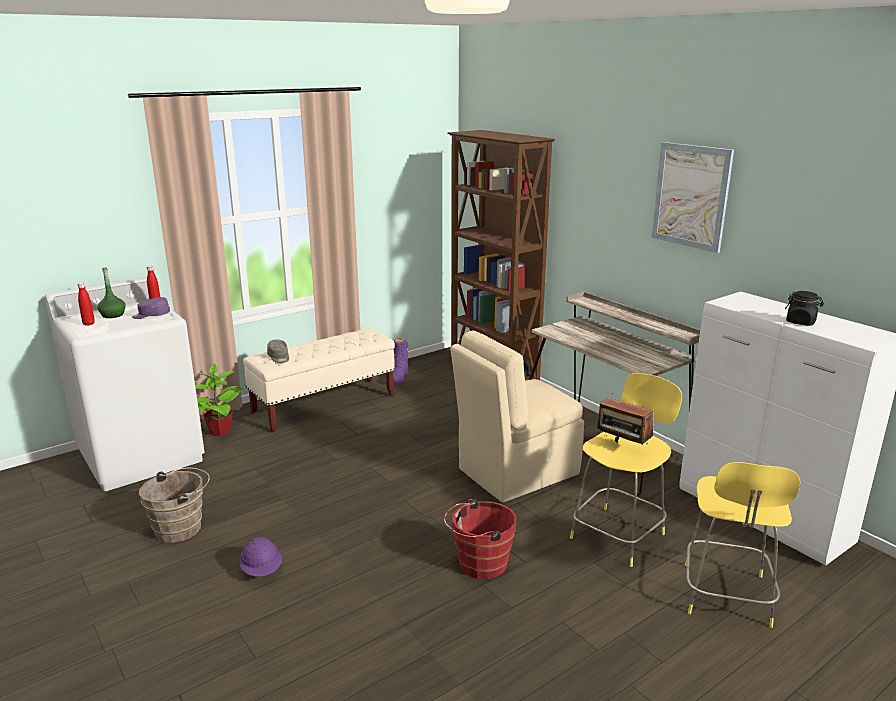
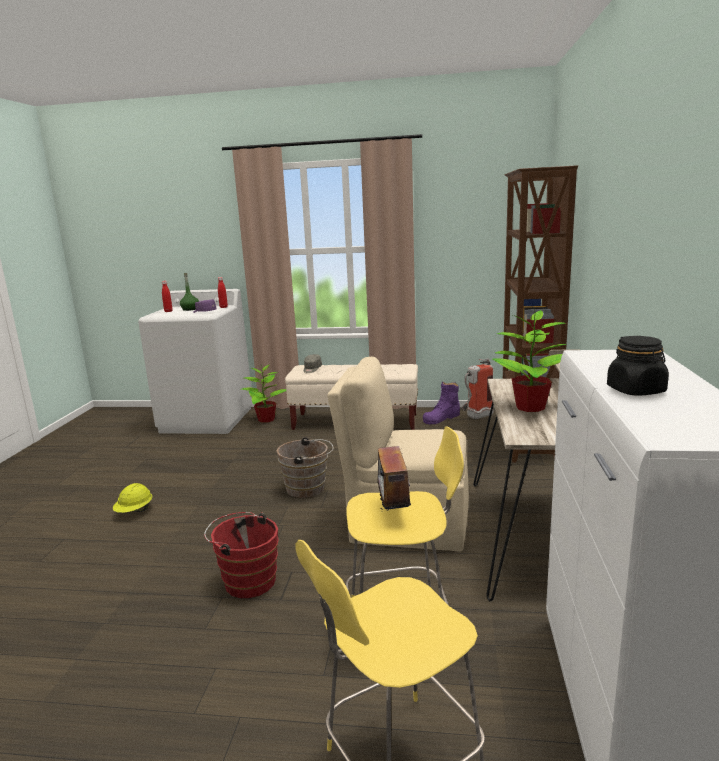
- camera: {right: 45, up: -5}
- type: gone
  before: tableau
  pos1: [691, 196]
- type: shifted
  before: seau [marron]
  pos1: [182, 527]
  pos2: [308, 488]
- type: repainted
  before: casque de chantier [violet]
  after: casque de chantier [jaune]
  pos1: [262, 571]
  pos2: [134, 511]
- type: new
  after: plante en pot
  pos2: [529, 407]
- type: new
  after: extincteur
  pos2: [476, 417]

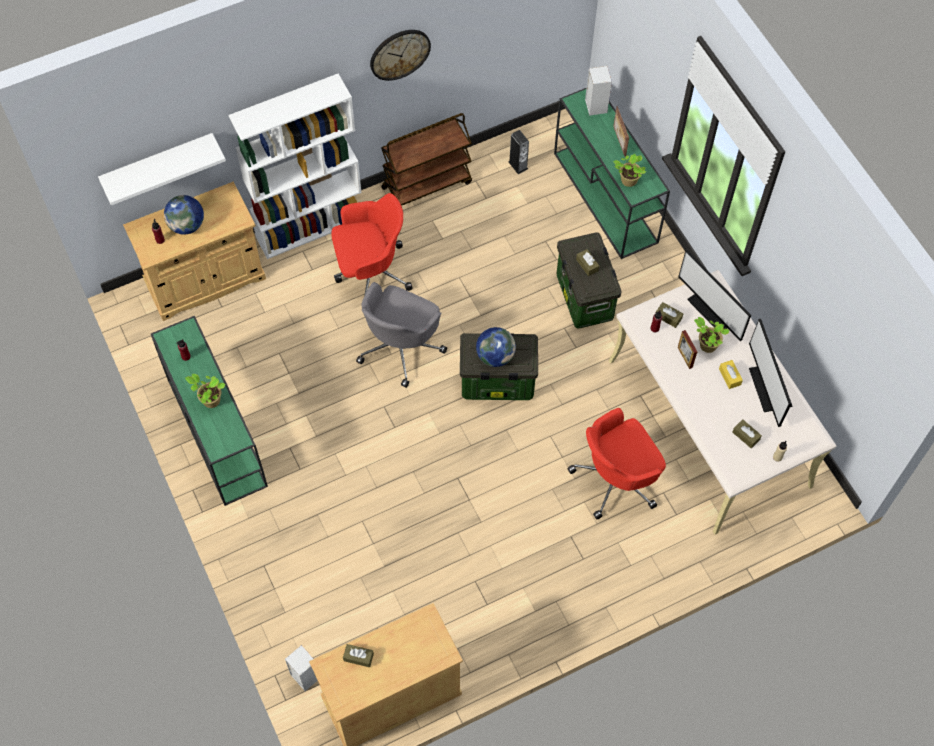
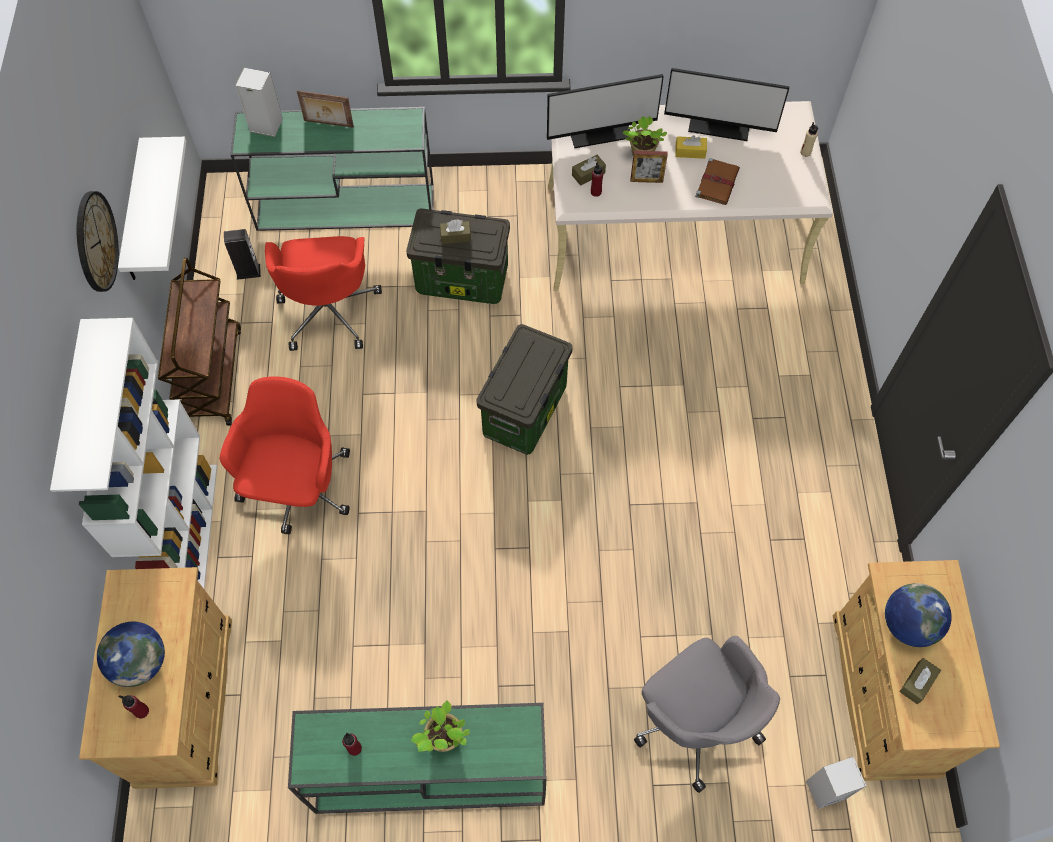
- camera: {right: -65, up: 0}
- type: shifted
  before: étagère [blanc]
  pos1: [158, 163]
  pos2: [135, 214]
- type: gone
  before: plante en pot
  pos1: [627, 181]
- type: shifted
  before: chaise de bureau [gris]
  pos1: [401, 347]
  pos2: [695, 719]
- type: shifted
  before: globe
  pos1: [495, 356]
  pos2: [908, 624]
- type: shifted
  before: chaise de bureau [rouge]
  pos1: [616, 479]
  pos2: [329, 310]
- type: gone
  before: boîte à mouchoirs [marron]
  pos1: [746, 436]
- type: new
  after: livre [marron]
  pos2: [717, 182]

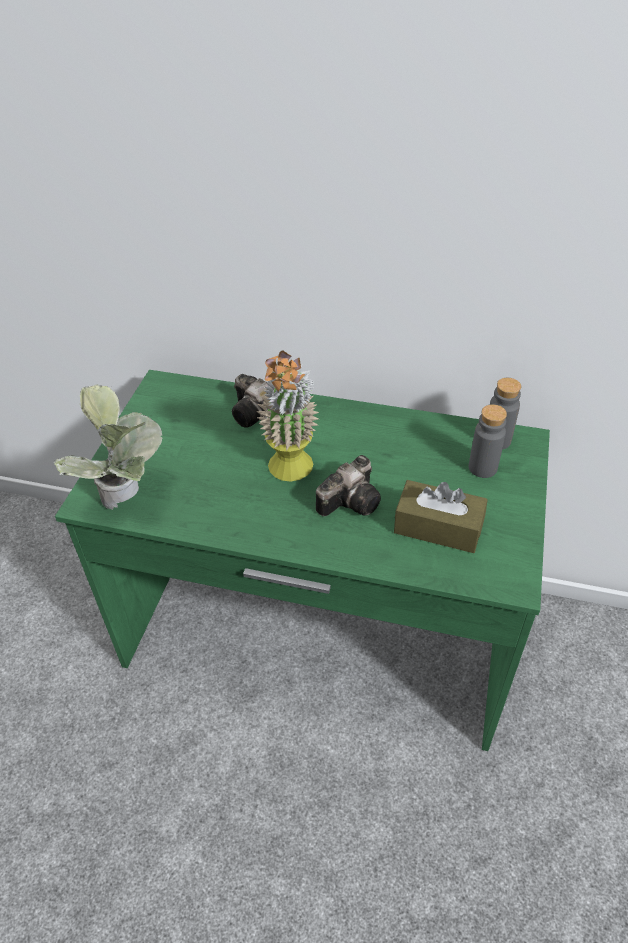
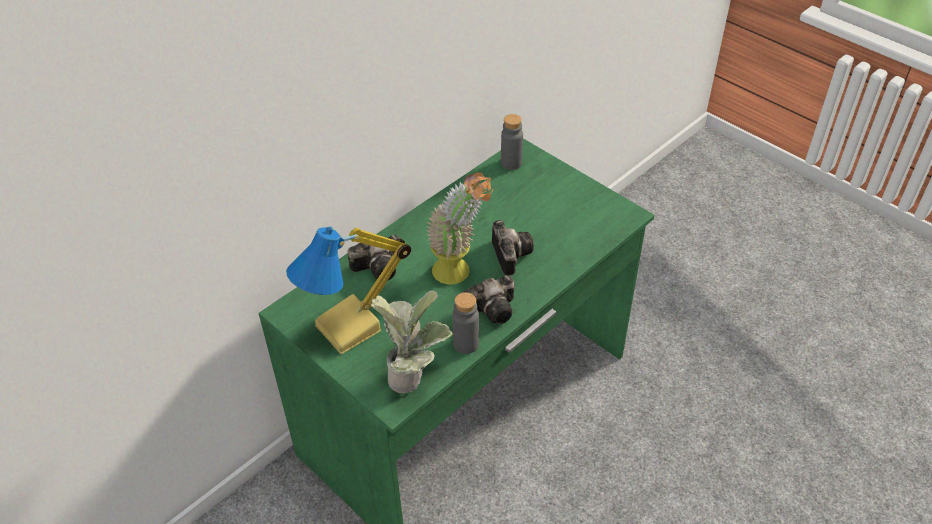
- camera: {right: -60, up: 0}
- type: shifted
  before: bouteille [gris]
  pos1: [482, 467]
  pos2: [466, 344]
- type: gone
  before: boîte à mouchoirs [marron]
  pos1: [438, 527]
- type: new
  after: lampe de table
  pos2: [350, 329]
- type: new
  after: appareil photo
  pos2: [493, 309]

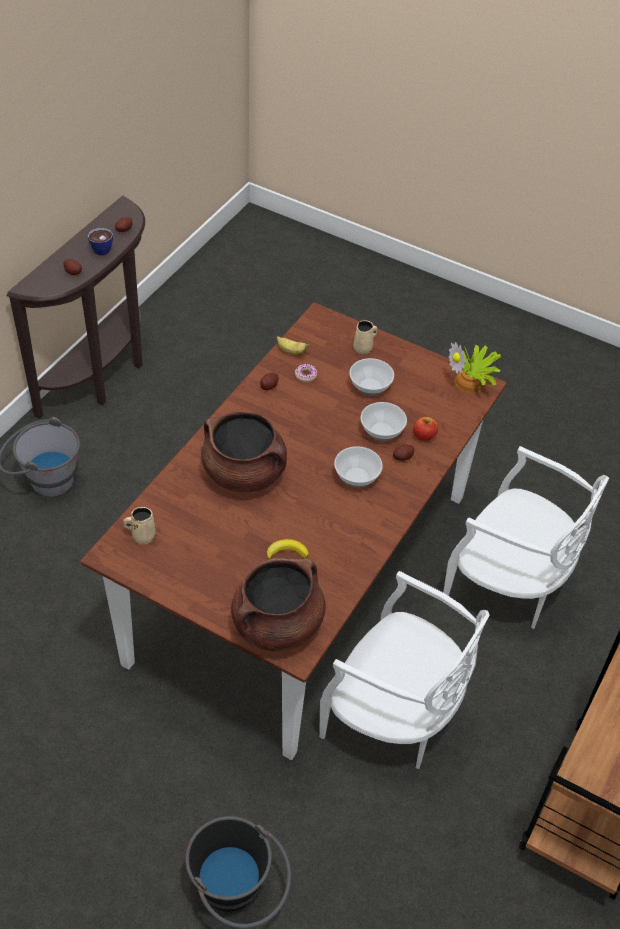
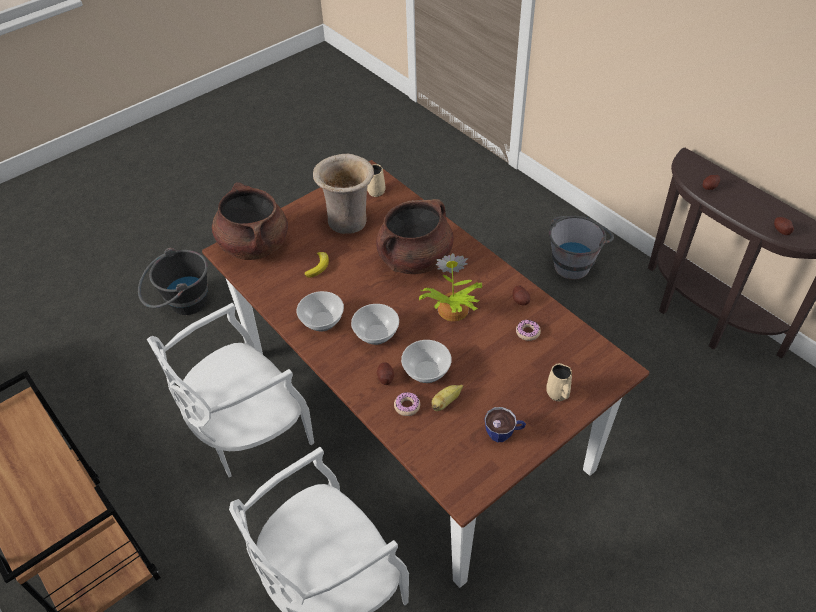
- camera: {right: 115, up: 0}
- type: shifted
  before: tasse
  pos1: [100, 248]
  pos2: [504, 433]
- type: shifted
  before: banane
  pos1: [291, 352]
  pos2: [446, 402]
- type: shifted
  before: plante en pot
  pos1: [471, 383]
  pos2: [452, 310]
- type: shifted
  before: bol
  pos1: [370, 386]
  pos2: [323, 321]
- type: swapped
  before: pomme
  after: beignet
  pos1: [424, 436]
  pos2: [407, 406]
- type: new
  after: vase [beige]
  pos2: [349, 220]

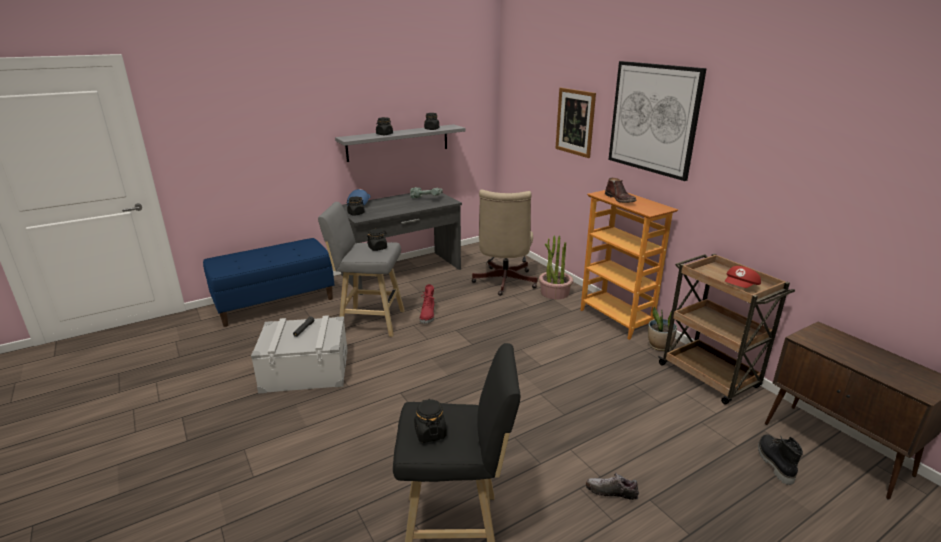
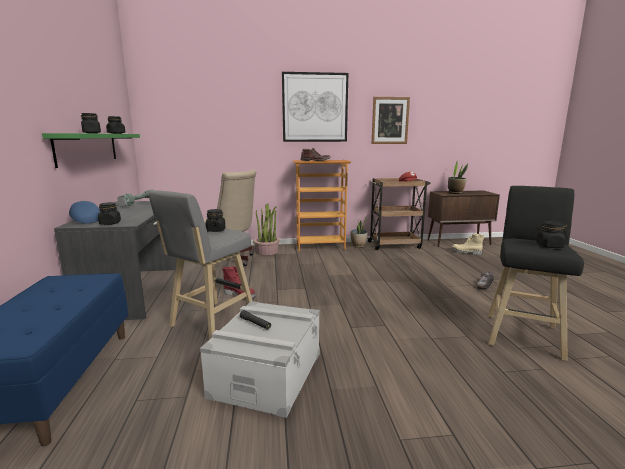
- camera: {right: -65, up: -10}
- type: shifted
  before: tableau
  pos1: [575, 122]
  pos2: [390, 120]
- type: repainted
  before: étagère [gris]
  after: étagère [vert]
  pos1: [398, 142]
  pos2: [88, 148]
- type: repainted
  before: botte [noir]
  after: botte [beige]
  pos1: [774, 463]
  pos2: [466, 252]
- type: new
  after: plante en pot
  pos2: [455, 193]

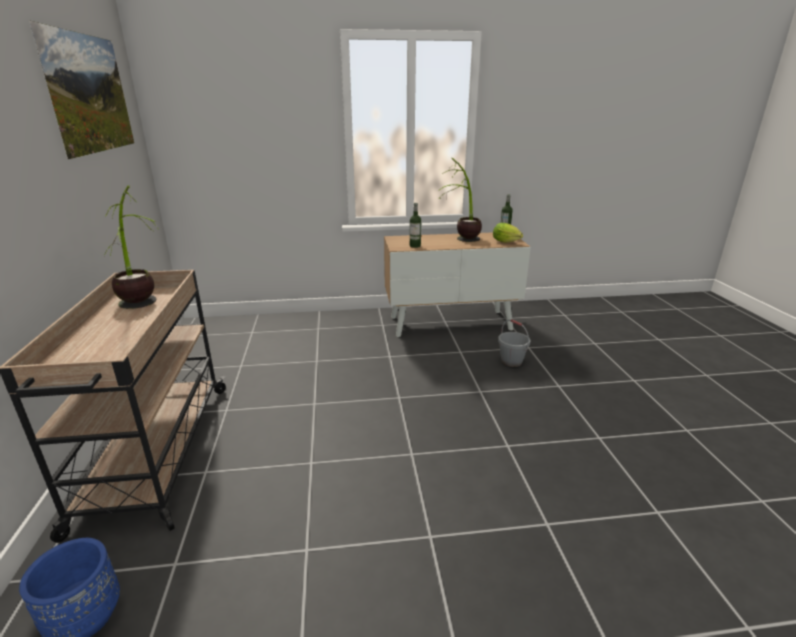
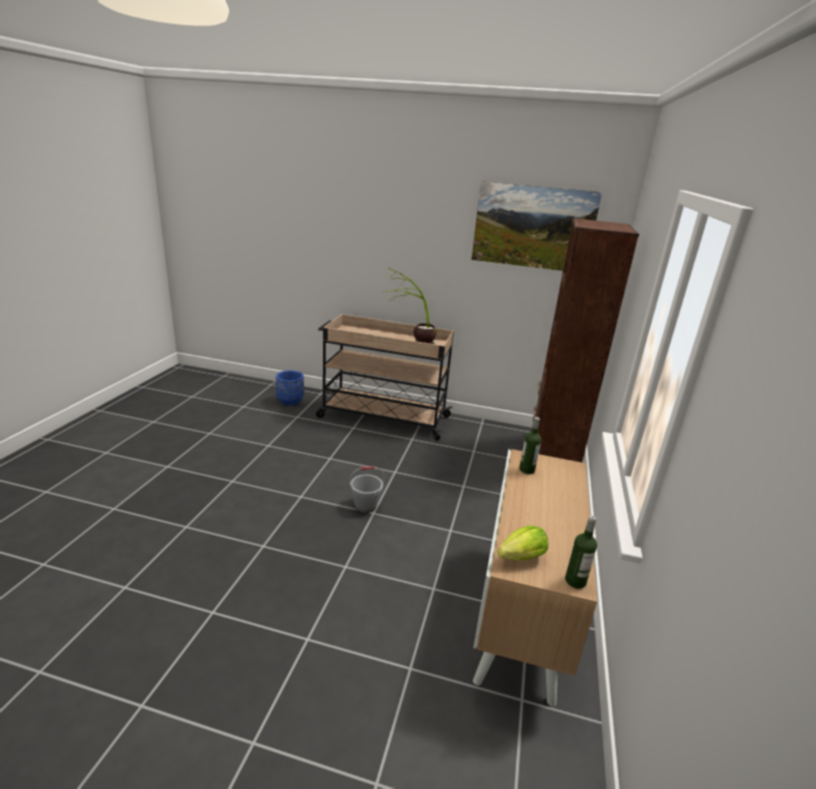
- camera: {right: 110, up: 0}
- type: gone
  before: plante en pot
  pos1: [461, 242]
- type: shifted
  before: seau [gris]
  pos1: [511, 361]
  pos2: [365, 506]
- type: new
  after: bibliothèque [marron]
  pos2: [552, 454]

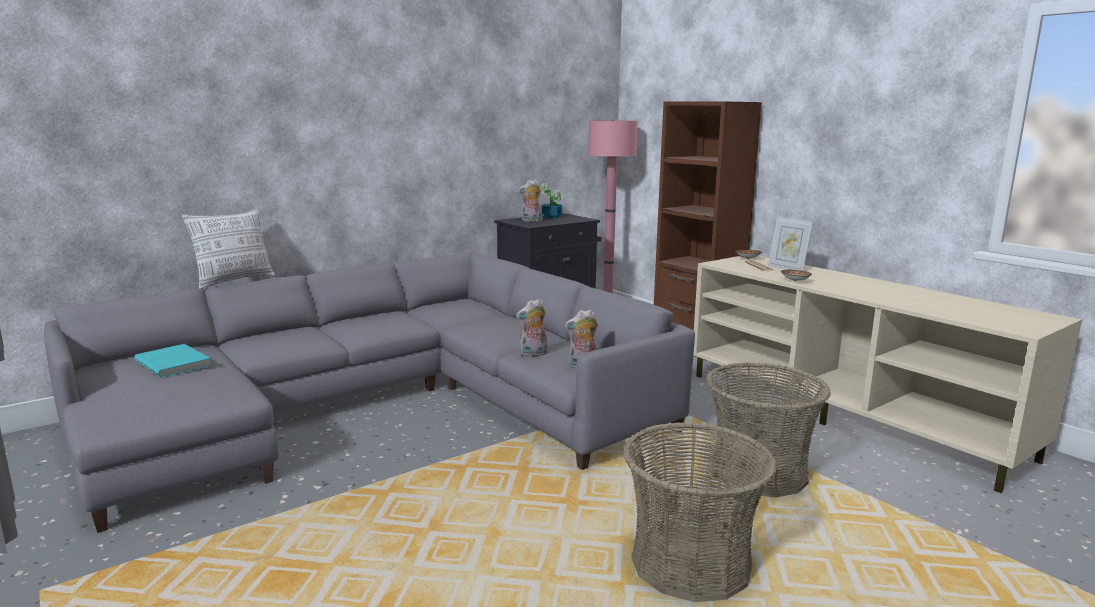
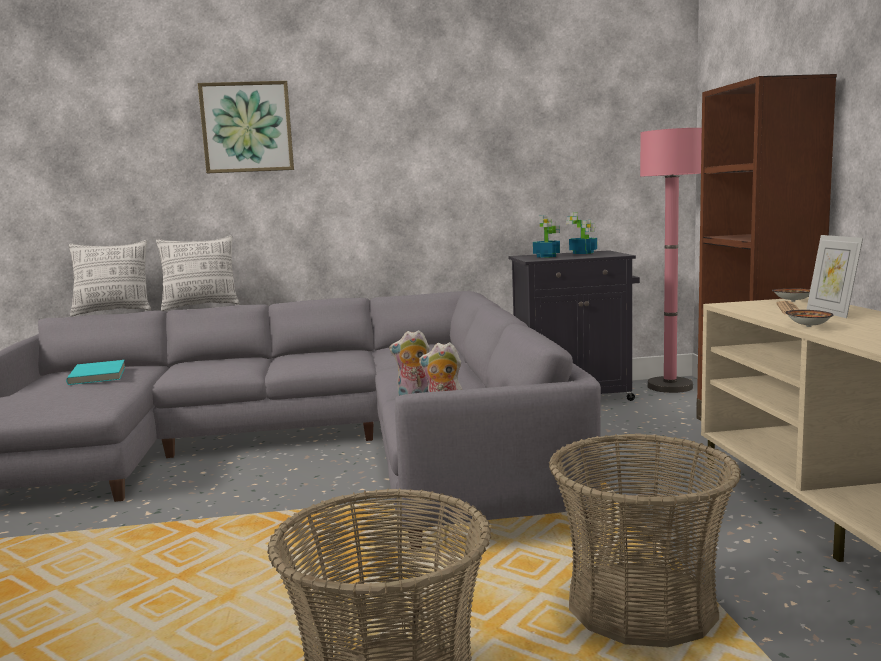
- camera: {right: 30, up: -5}
- type: swapped
  before: peluche
  after: plante en pot
  pos1: [531, 221]
  pos2: [547, 256]
- type: new
  after: tableau
  pos2: [247, 127]
- type: new
  after: coussin
  pos2: [113, 312]

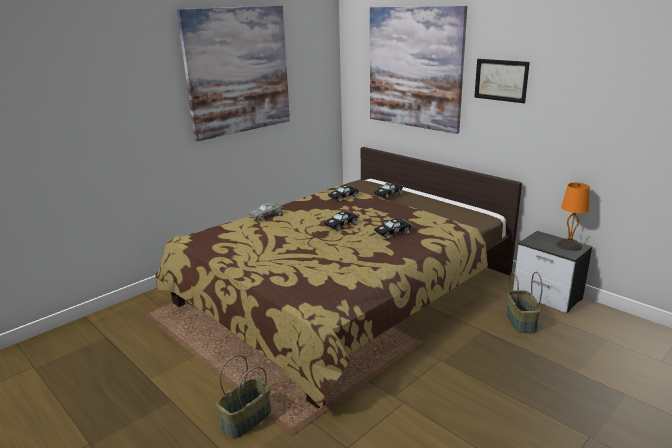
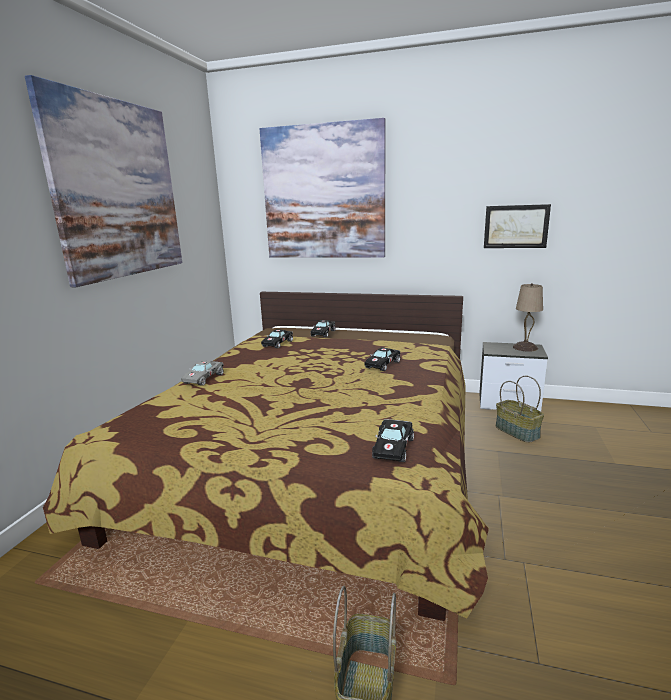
- camera: {right: -30, up: -5}
- type: shifted
  before: tableau
  pos1: [501, 80]
  pos2: [516, 226]
- type: repainted
  before: lampe de table [orange]
  after: lampe de table [beige]
  pos1: [568, 245]
  pos2: [525, 347]
- type: shifted
  before: petite voiture [noir]
  pos1: [342, 225]
  pos2: [393, 447]

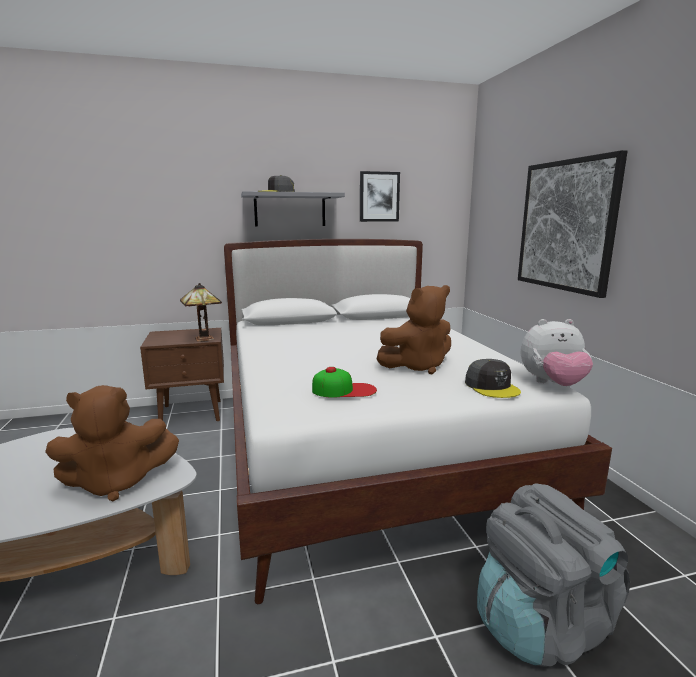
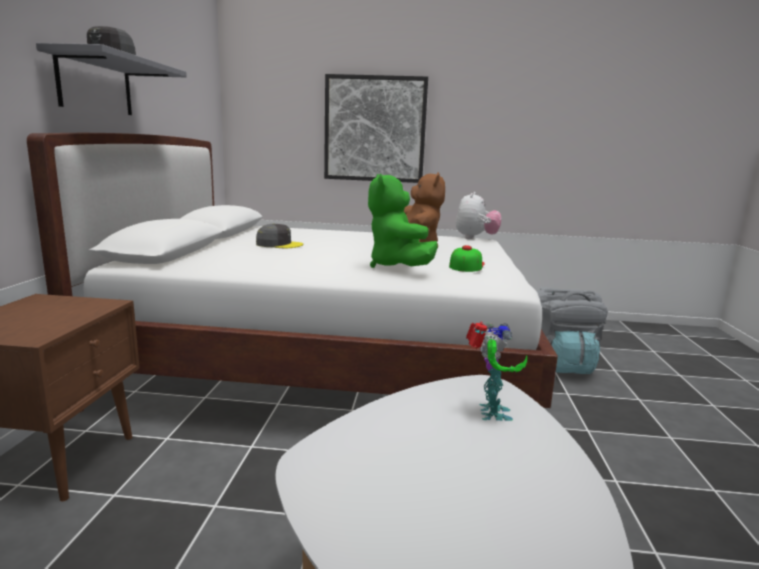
- camera: {right: -70, up: 0}
- type: gone
  before: tableau
  pos1: [379, 197]
- type: gone
  before: lampe de table
  pos1: [203, 339]
- type: shifted
  before: casquette [gris]
  pos1: [492, 387]
  pos2: [279, 244]
- type: swapped
  before: peluche [marron]
  after: robot jouet
  pos1: [117, 482]
  pos2: [490, 413]
- type: new
  after: peluche [vert]
  pos2: [397, 267]

